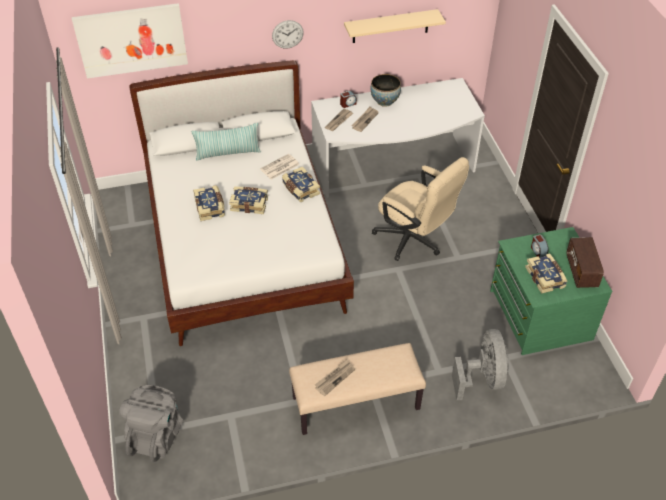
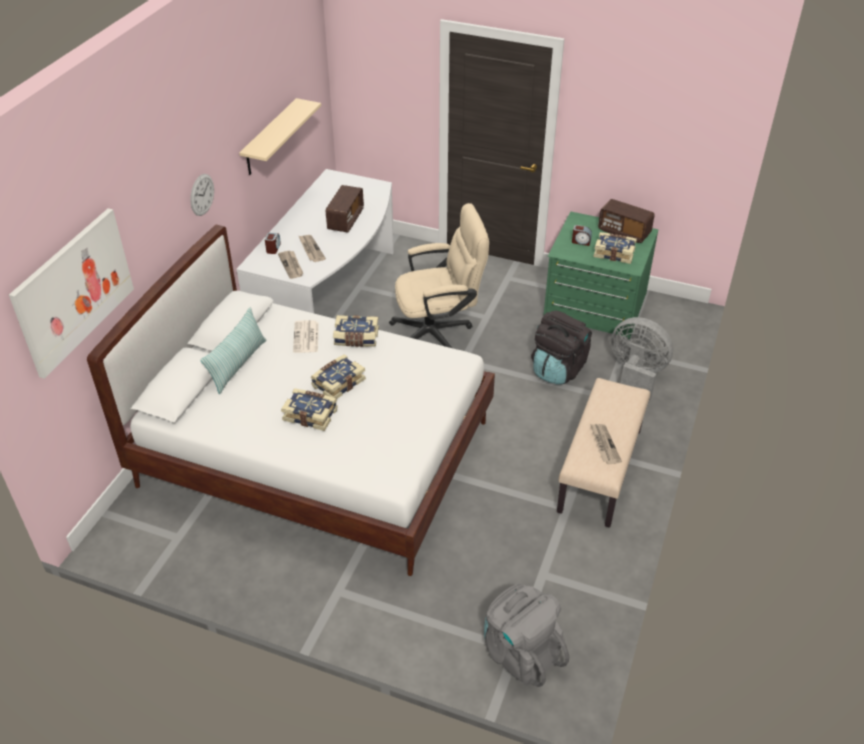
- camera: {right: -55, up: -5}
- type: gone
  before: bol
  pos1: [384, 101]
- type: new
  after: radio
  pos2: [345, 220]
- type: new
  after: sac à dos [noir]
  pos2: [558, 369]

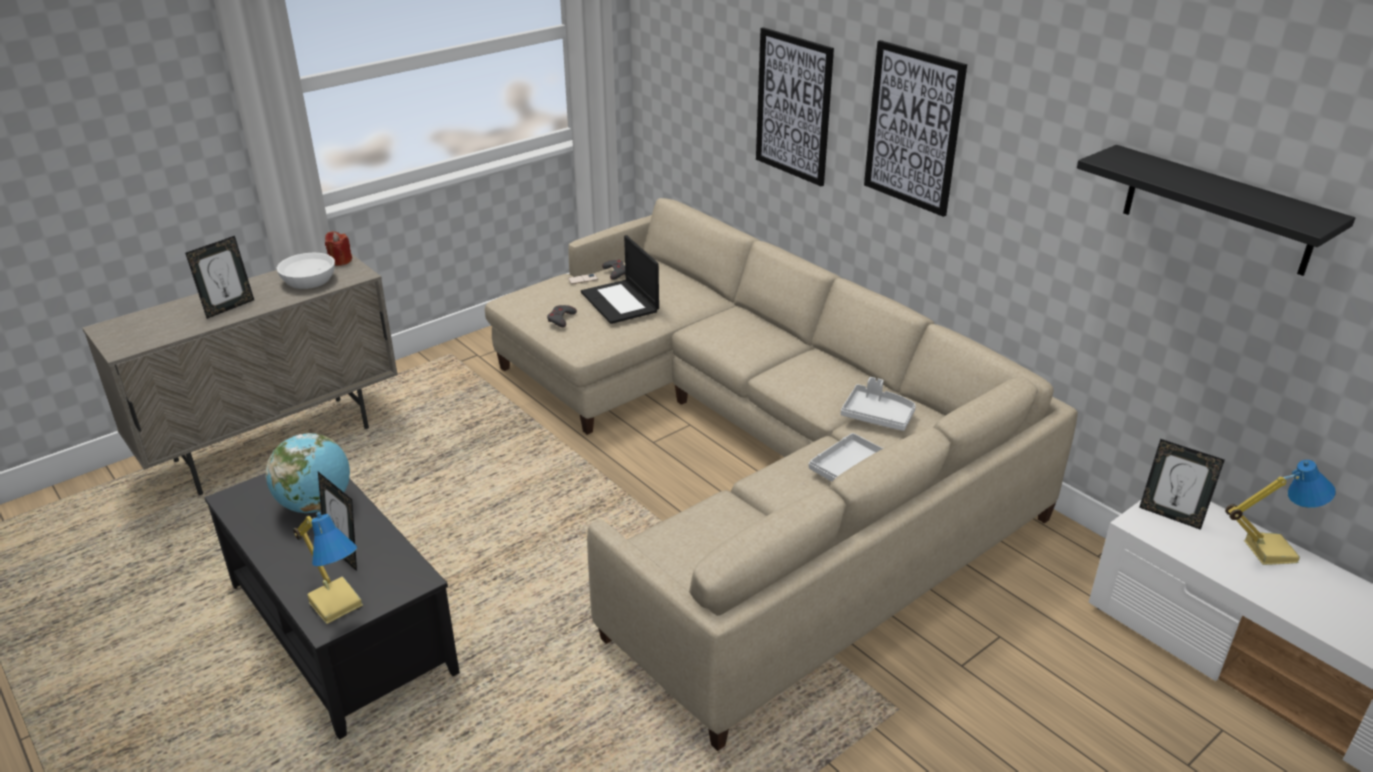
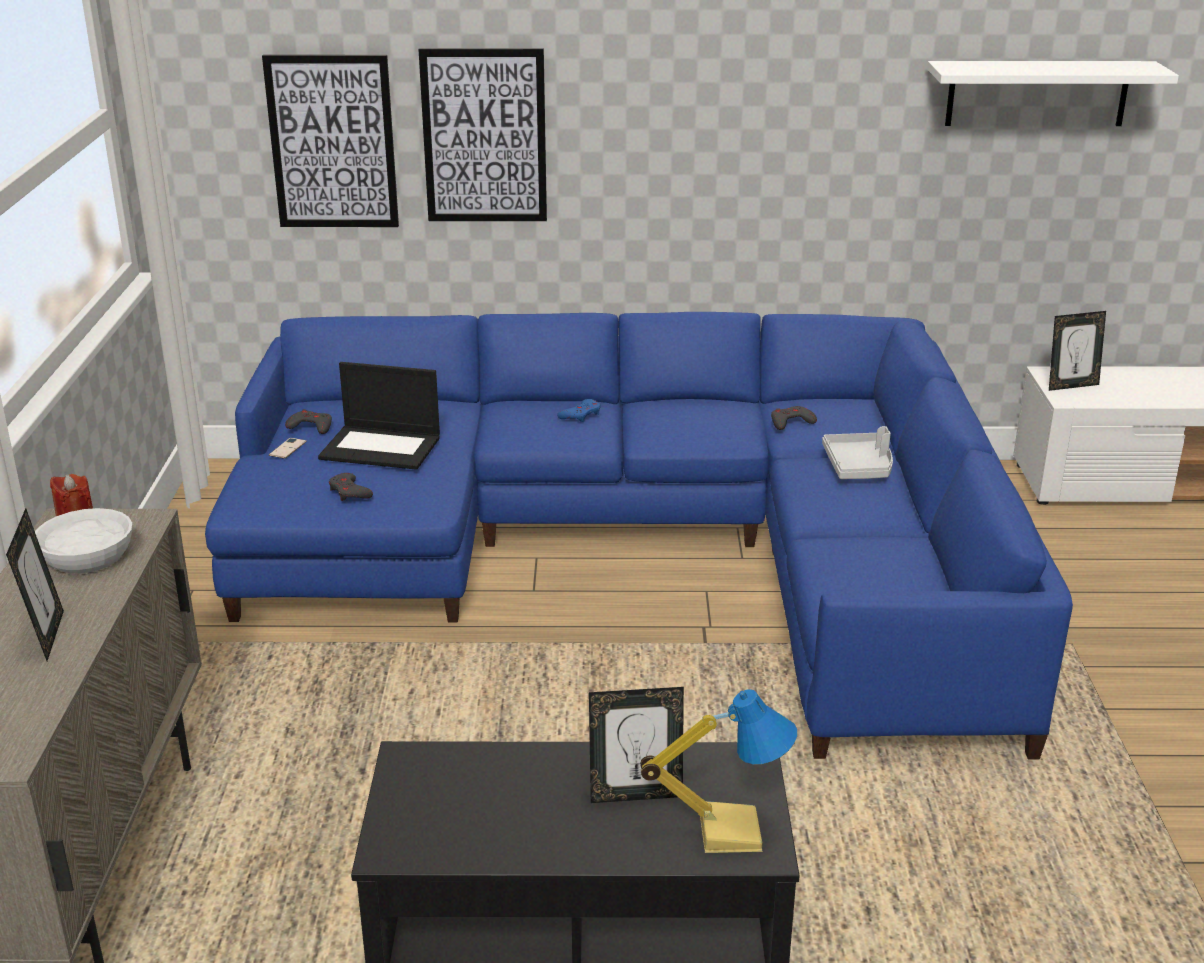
- camera: {right: -50, up: -5}
- type: shifted
  before: tableau
  pos1: [913, 128]
  pos2: [332, 142]
- type: repainted
  before: étagère [noir]
  after: étagère [blanc]
  pos1: [1218, 210]
  pos2: [1037, 93]
- type: repainted
  before: canapé [beige]
  after: canapé [bleu]
  pos1: [750, 458]
  pos2: [641, 552]
- type: swapped
  before: plateau [gris]
  after: manette [gris]
  pos1: [877, 415]
  pos2: [791, 422]
- type: gone
  before: globe
  pos1: [316, 505]
- type: gone
  before: lampe de table
  pos1: [1269, 550]
- type: new
  after: manette [bleu]
  pos2: [581, 415]

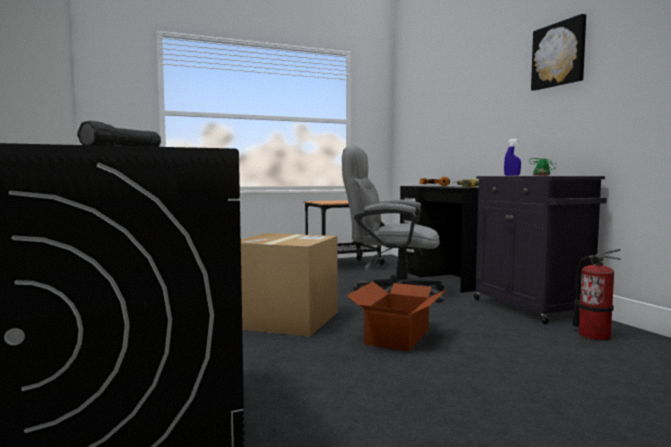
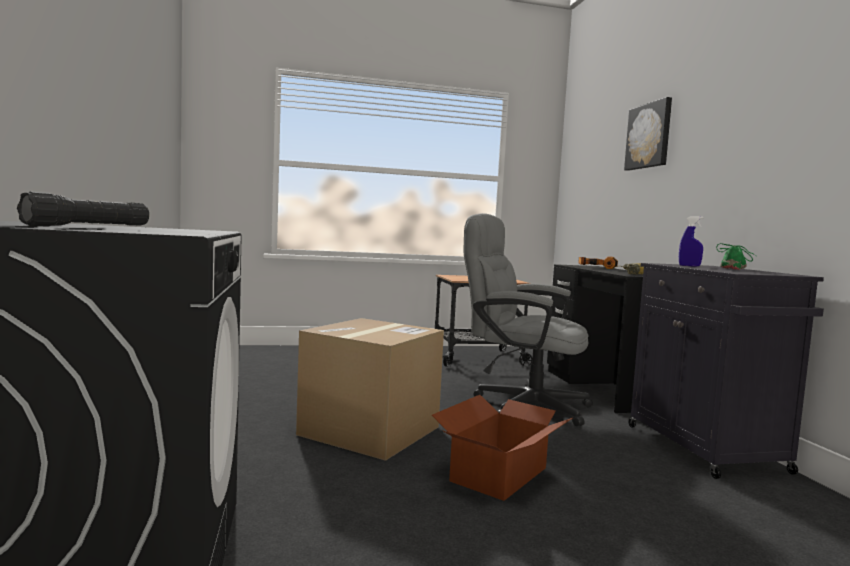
- camera: {right: 10, up: 0}
- type: shifted
  before: tableau
  pos1: [559, 55]
  pos2: [649, 136]
- type: gone
  before: extincteur
  pos1: [594, 335]

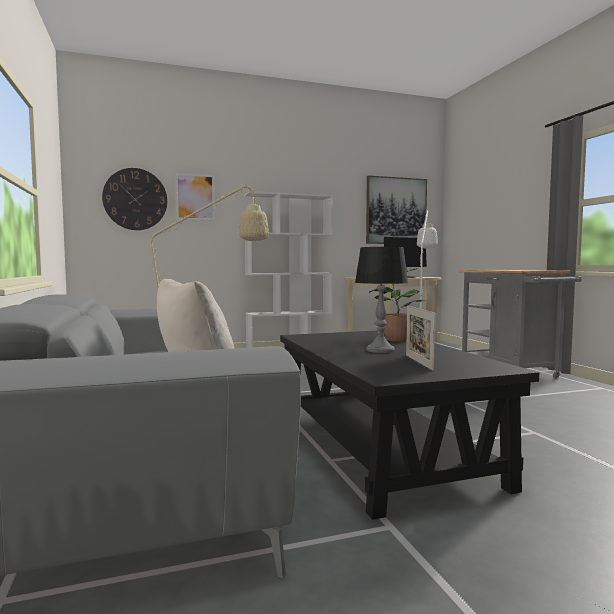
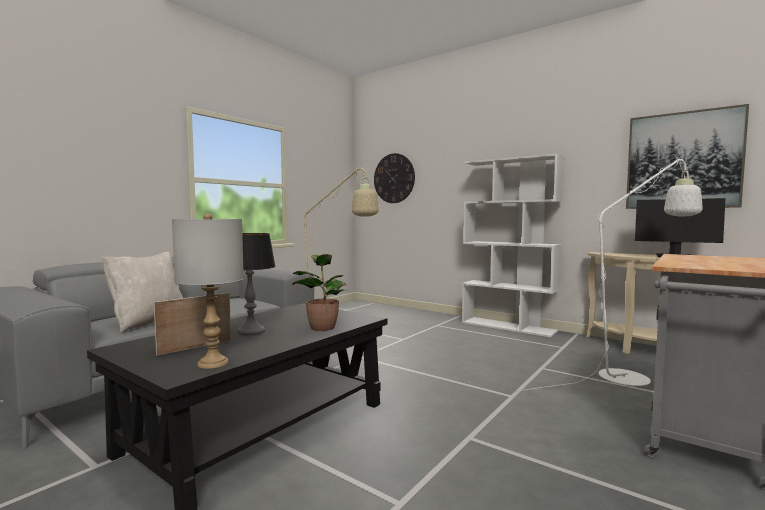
- camera: {right: 55, up: 0}
- type: gone
  before: tableau
  pos1: [195, 197]
- type: new
  after: lampe de table [gris]
  pos2: [212, 363]

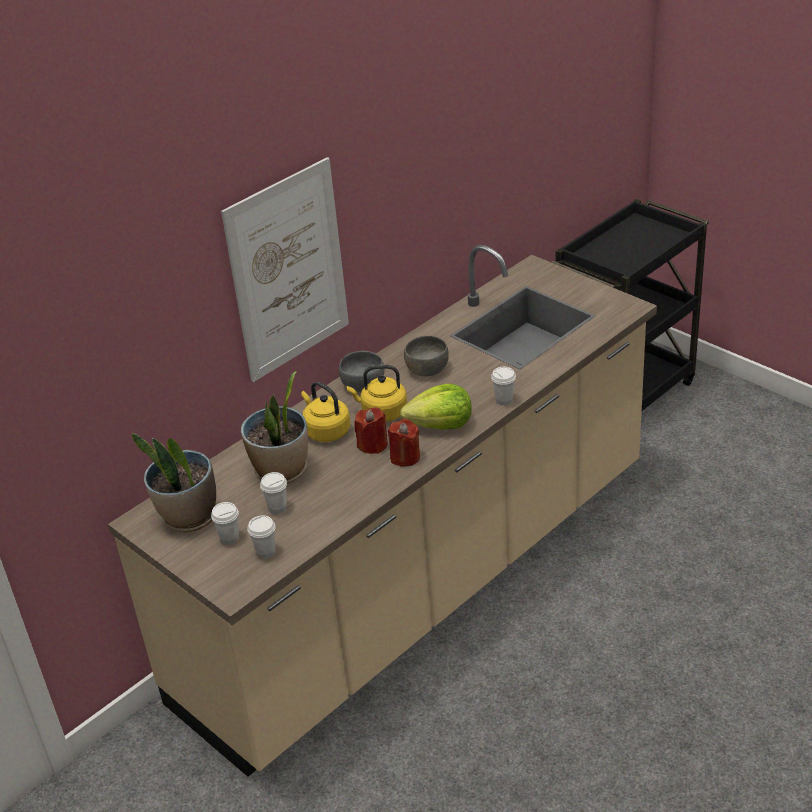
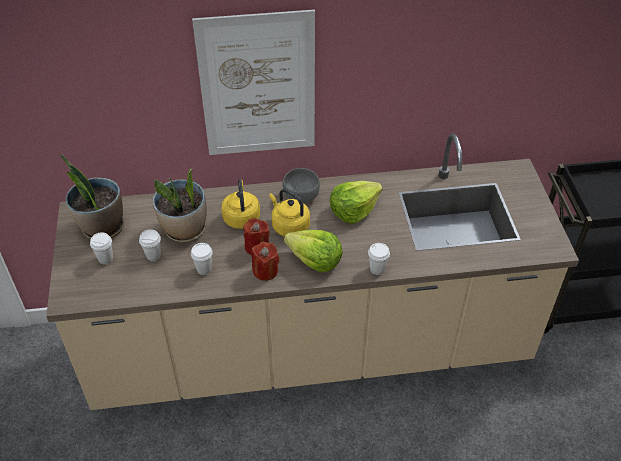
- camera: {right: 35, up: 10}
- type: swapped
  before: bol [gris]
  after: laitue
  pos1: [426, 370]
  pos2: [353, 210]
- type: shifted
  before: tasse [blanc]
  pos1: [266, 552]
  pos2: [204, 269]

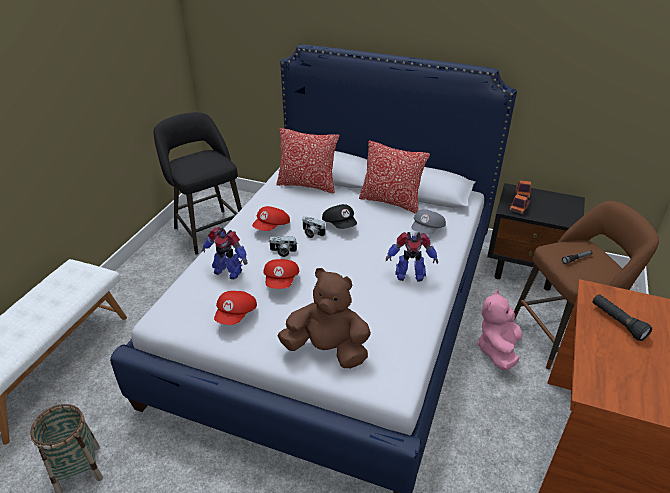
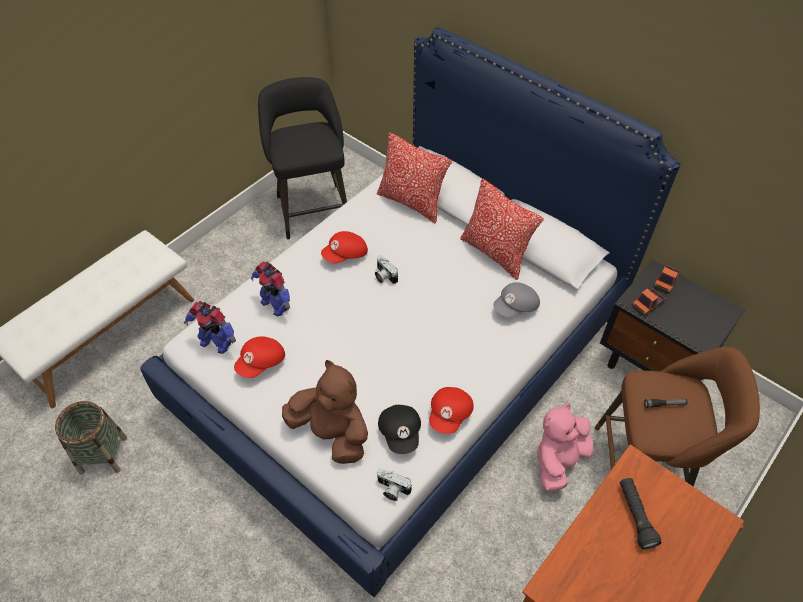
- camera: {right: 20, up: 15}
- type: shifted
  before: casquette [noir]
  pos1: [340, 224]
  pos2: [401, 432]
- type: shifted
  before: robot jouet
  pos1: [409, 275]
  pos2: [216, 342]
- type: shifted
  before: appareil photo
  pos1: [282, 252]
  pos2: [392, 489]
- type: shifted
  before: casquette [rouge]
  pos1: [282, 281]
  pos2: [450, 414]

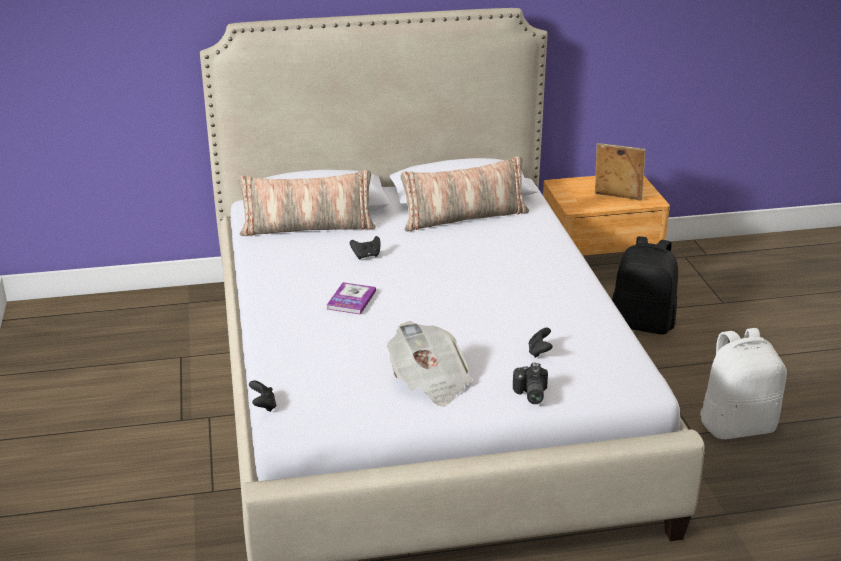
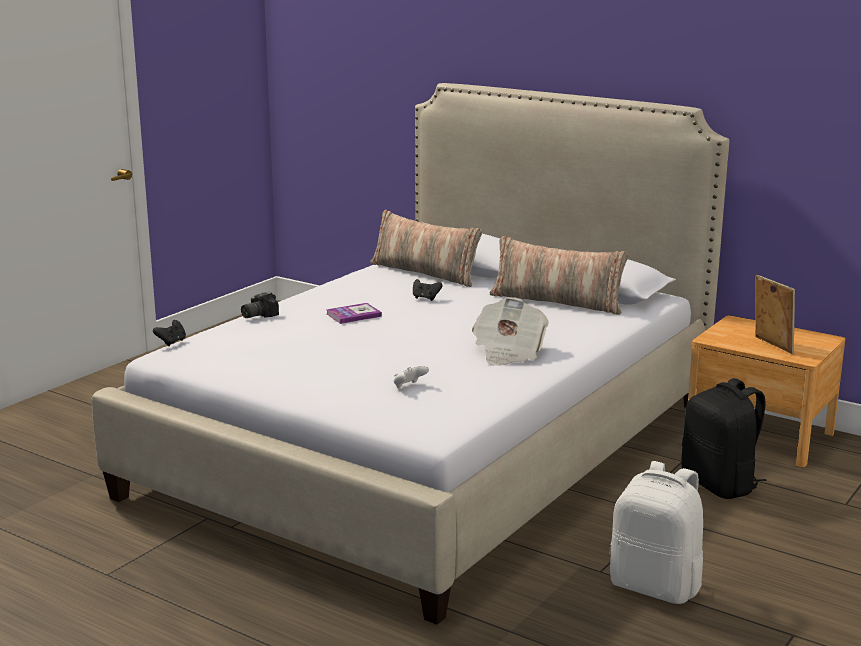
- camera: {right: 45, up: -10}
- type: shifted
  before: journal
  pos1: [429, 382]
  pos2: [508, 352]
- type: repainted
  before: manette [noir]
  after: manette [blanc]
  pos1: [539, 352]
  pos2: [409, 387]
- type: shifted
  before: appareil photo
  pos1: [529, 394]
  pos2: [257, 315]

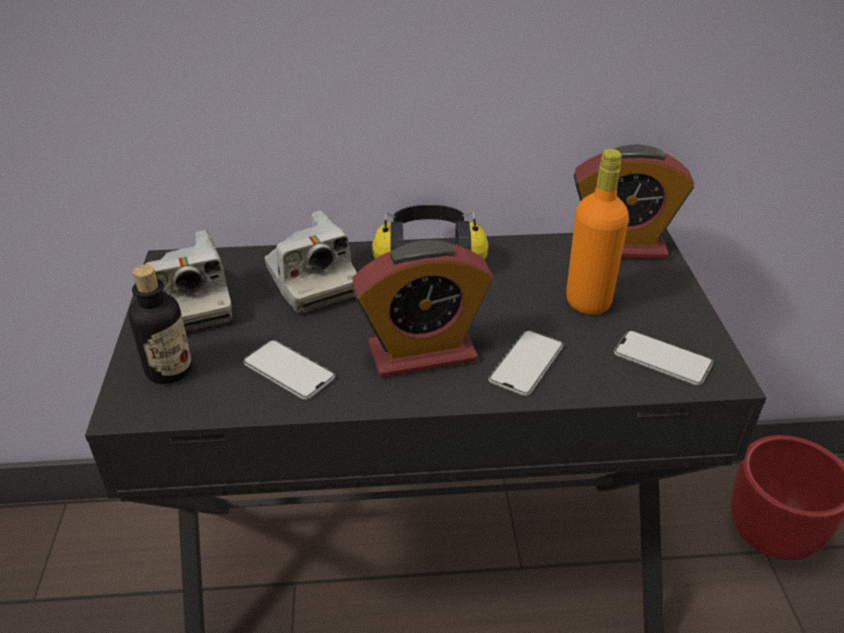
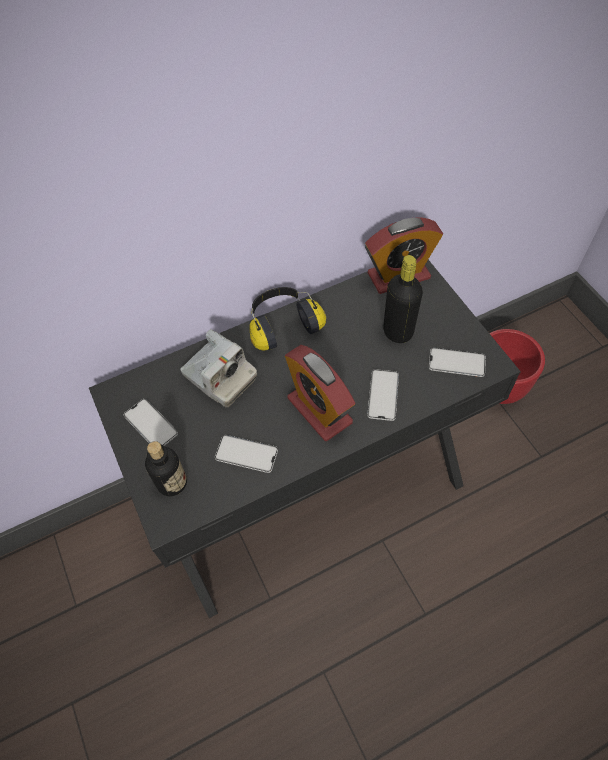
- camera: {right: -20, up: 20}
- type: repainted
  before: bouteille [orange]
  after: bouteille [noir]
  pos1: [588, 301]
  pos2: [398, 332]
- type: swapped
  before: appareil photo
  after: téléphone
  pos1: [191, 304]
  pos2: [150, 424]
- type: rotated
  before: réveil
  pos1: [422, 353]
  pos2: [319, 410]
  turn: 90

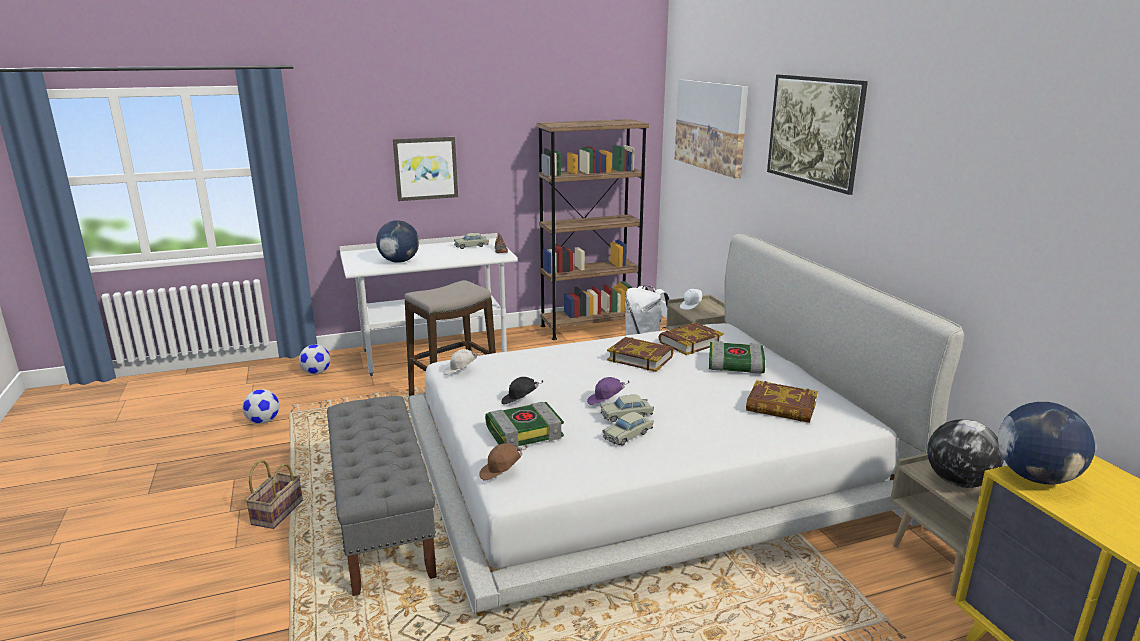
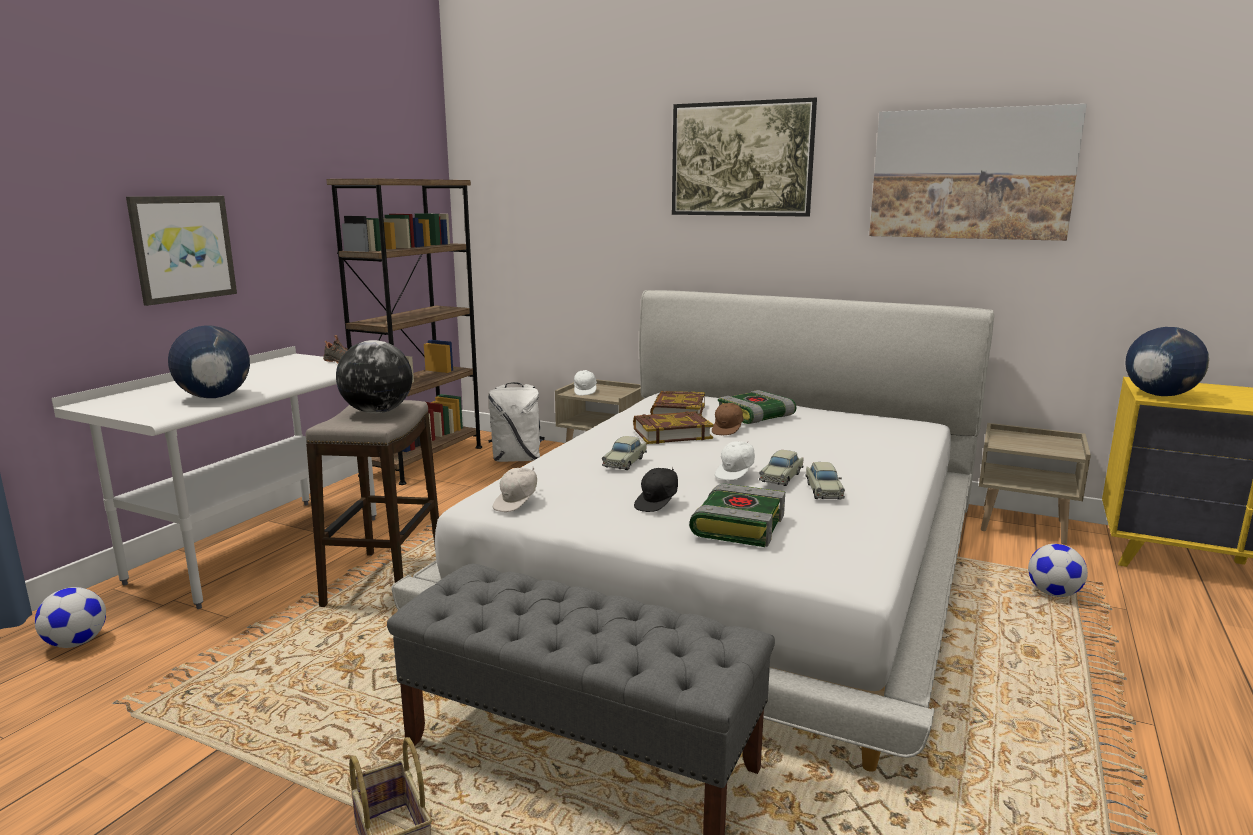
- camera: {right: -45, up: -5}
- type: shifted
  before: tableau
  pos1: [711, 126]
  pos2: [971, 174]
- type: shifted
  before: petite voiture [beige]
  pos1: [471, 246]
  pos2: [625, 462]
- type: repainted
  before: casquette [violet]
  after: casquette [blanc]
  pos1: [605, 401]
  pos2: [736, 474]
- type: gone
  before: livre
  pos1: [781, 407]
- type: shifted
  before: ballon de foot
  pos1: [263, 421]
  pos2: [1053, 594]
- type: shifted
  before: globe
  pos1: [958, 482]
  pos2: [377, 412]
- type: shifted
  before: casquette [marron]
  pos1: [501, 473]
  pos2: [728, 430]

